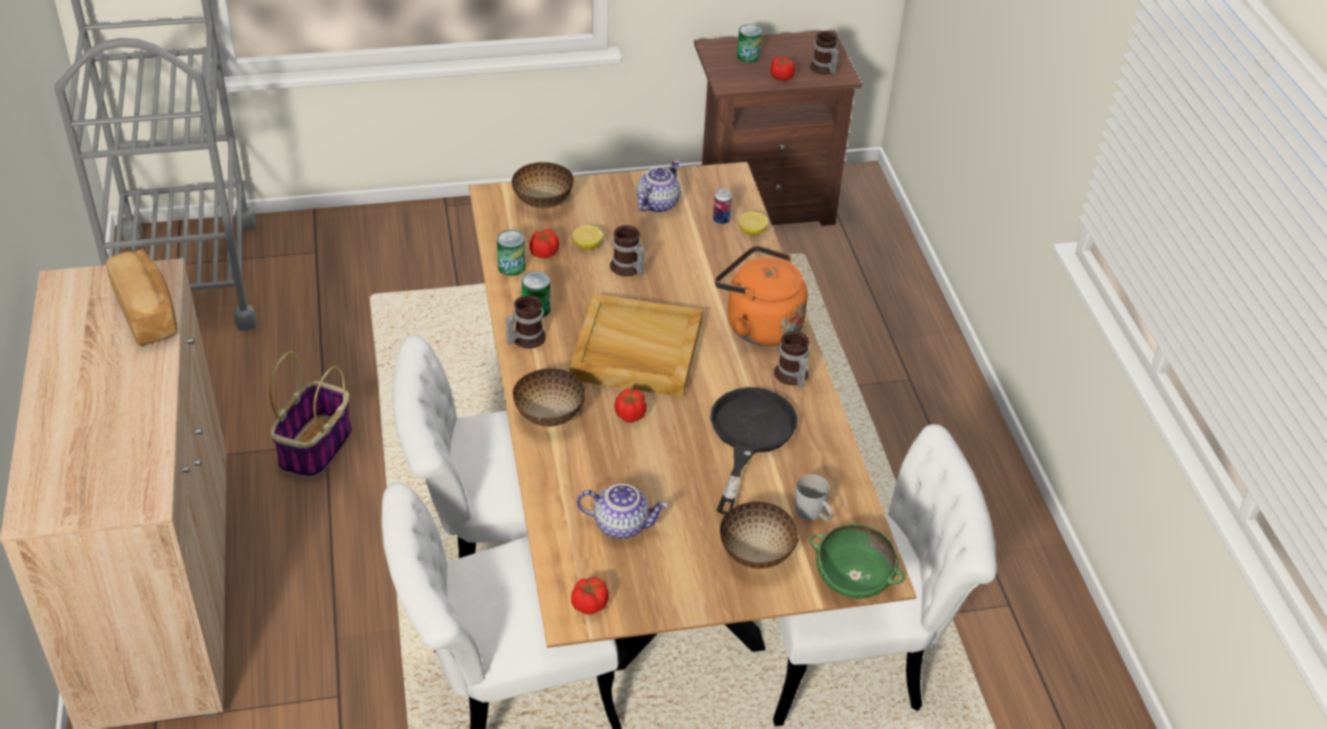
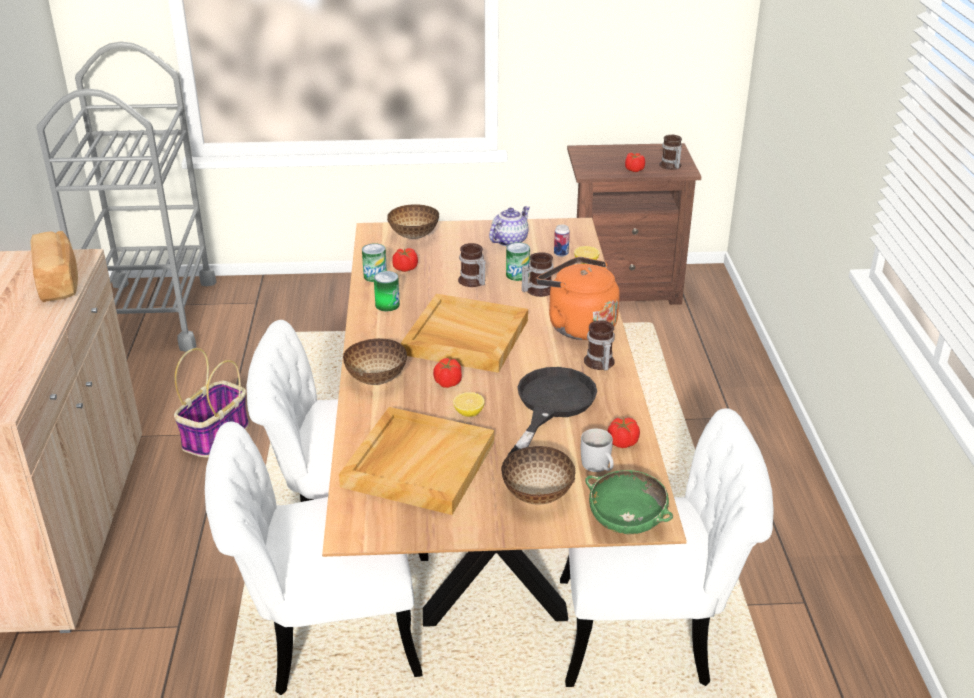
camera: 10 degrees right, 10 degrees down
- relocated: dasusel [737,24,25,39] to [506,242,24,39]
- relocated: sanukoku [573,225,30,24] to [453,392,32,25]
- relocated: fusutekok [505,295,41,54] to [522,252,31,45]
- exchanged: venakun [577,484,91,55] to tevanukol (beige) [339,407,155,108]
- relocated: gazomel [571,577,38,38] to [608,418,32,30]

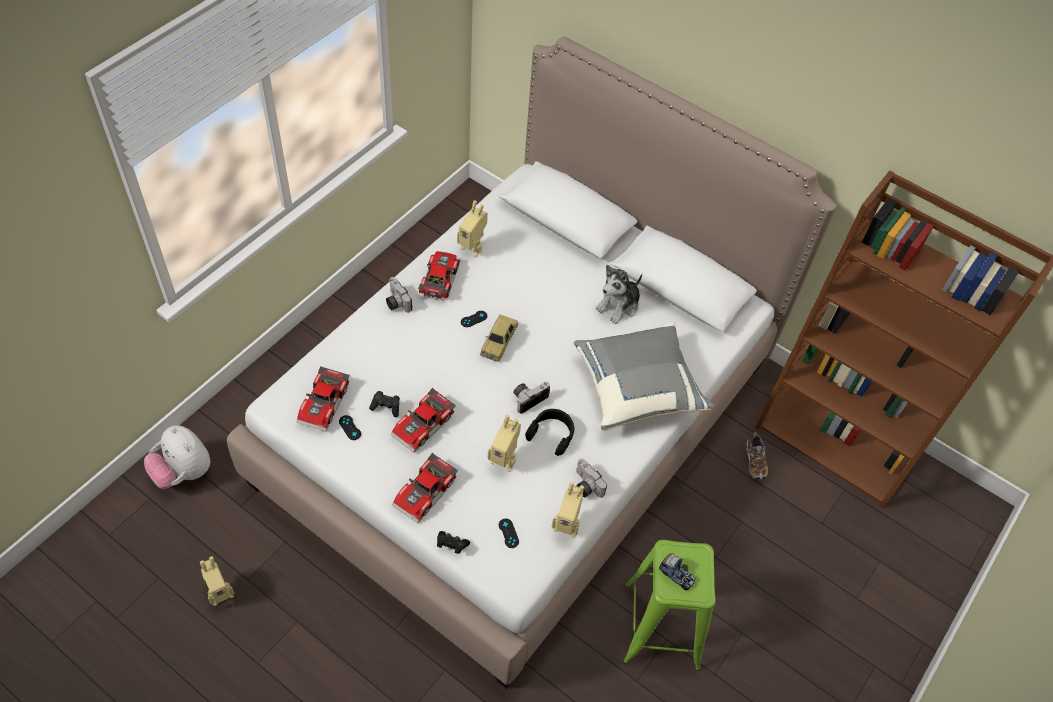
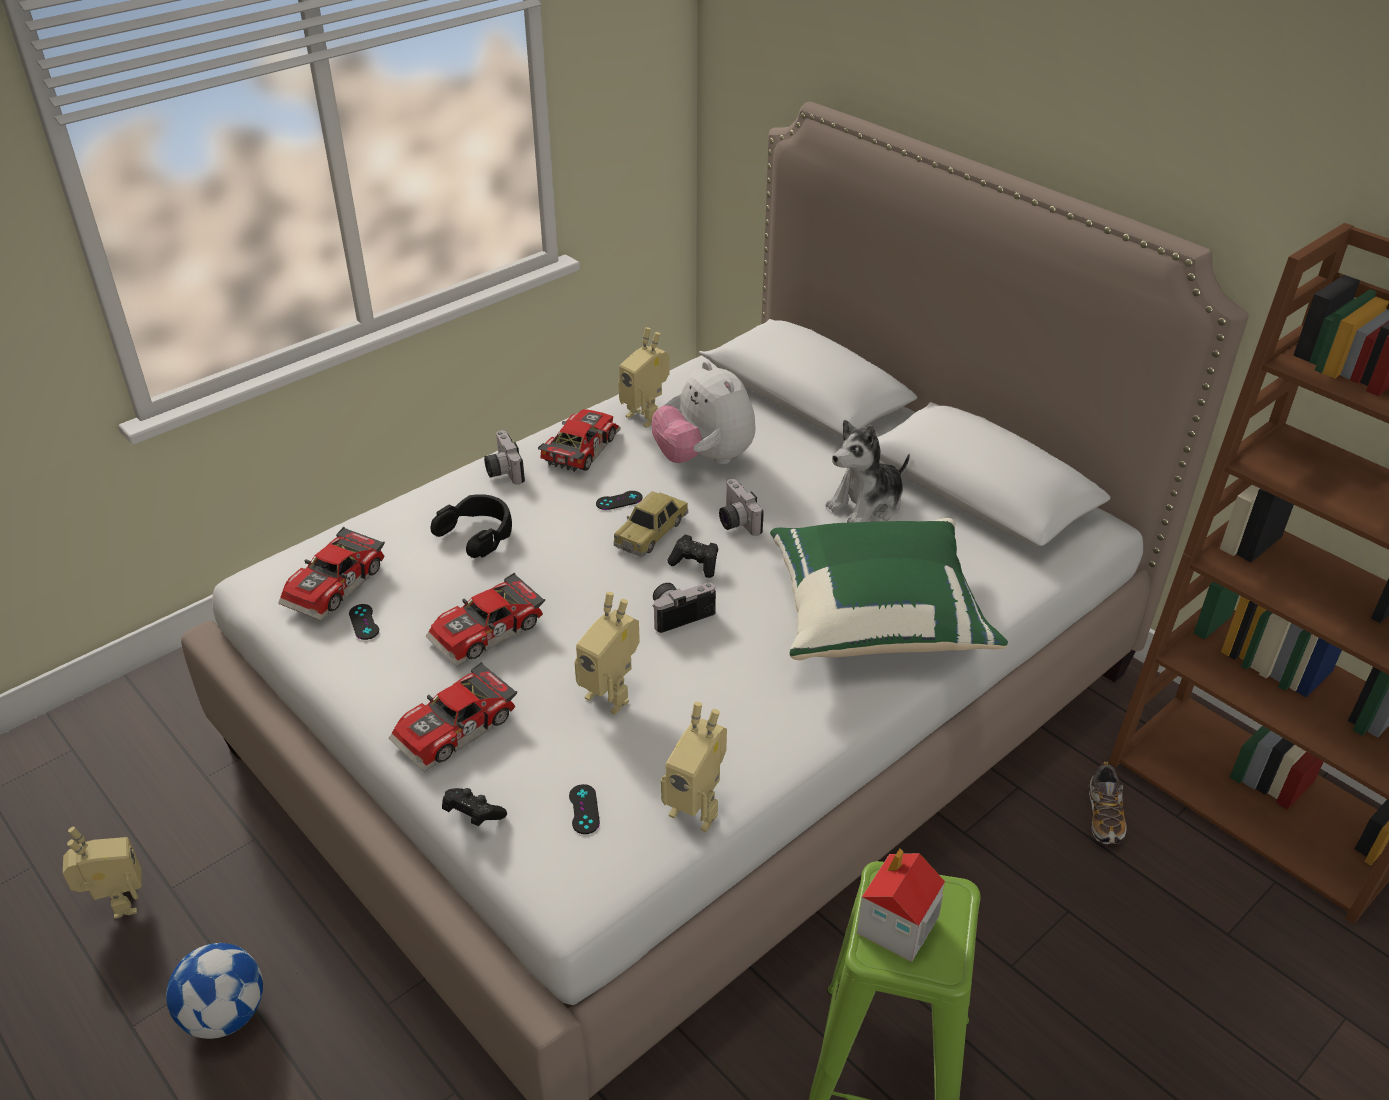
camera: 15 degrees right, 15 degrees down
- colour: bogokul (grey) [574,322,141,109] to bogokul (green) [770,518,238,142]
- relocated: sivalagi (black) [369,391,31,26] to [667,535,51,43]
- relocated: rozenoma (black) [525,409,49,47] to [430,494,82,64]
- relocated: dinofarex [144,425,67,64] to [652,361,104,103]
- relocated: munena [576,459,31,39] to [719,479,45,57]
- exchanged: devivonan [659,553,37,38] to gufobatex [857,849,88,113]
- spun: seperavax [200,556,34,50] = [63,827,79,92] 90 degrees counterclockwise
- appeared: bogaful [166,943,97,96]

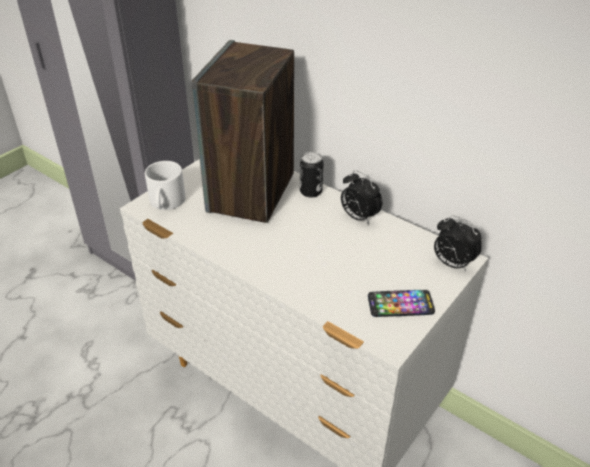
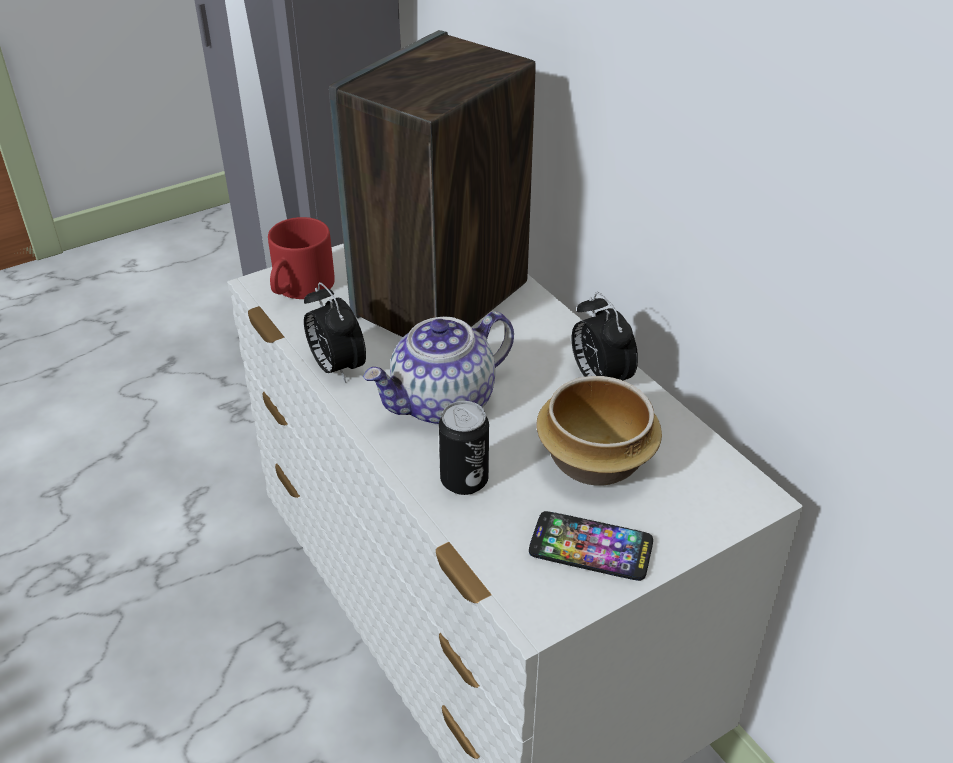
camera: 20 degrees right, 0 degrees up
- relocated: dasusel [300,152,24,46] to [439,401,50,94]
- colour: fusutekok (white) [145,161,41,49] to fusutekok (red) [268,217,67,82]
- relocated: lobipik [434,215,48,56] to [304,282,62,101]
- appeared: venakun [363,311,151,114]
- appeared: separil [537,376,125,110]

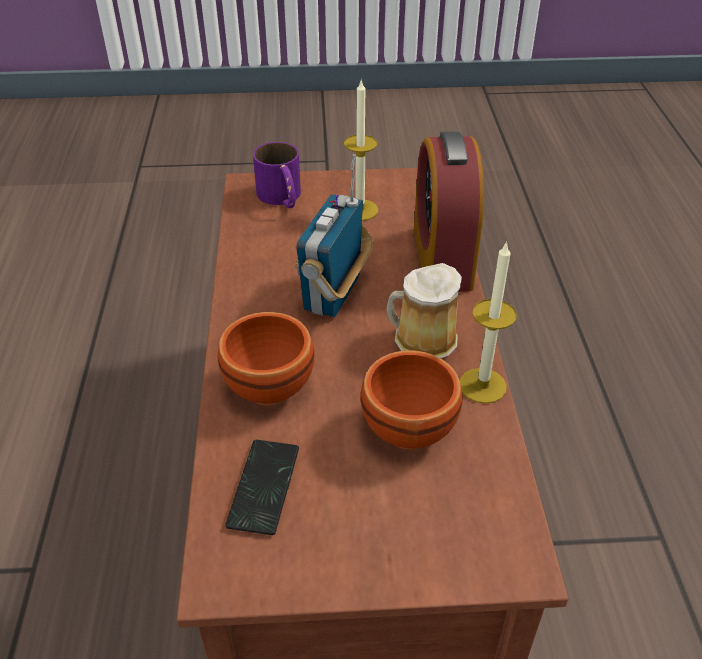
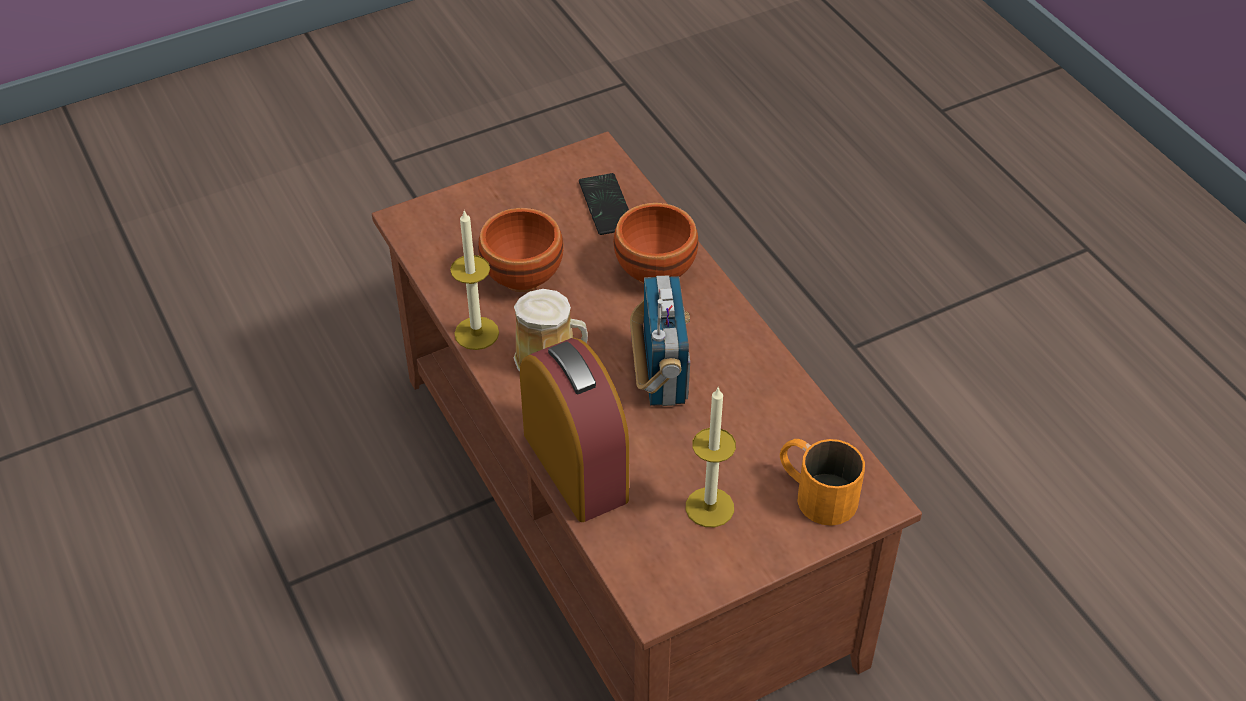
camera: 155 degrees right, 5 degrees up
- colour: fusutekok (purple) [253,142,48,66] to fusutekok (orange) [780,439,85,87]

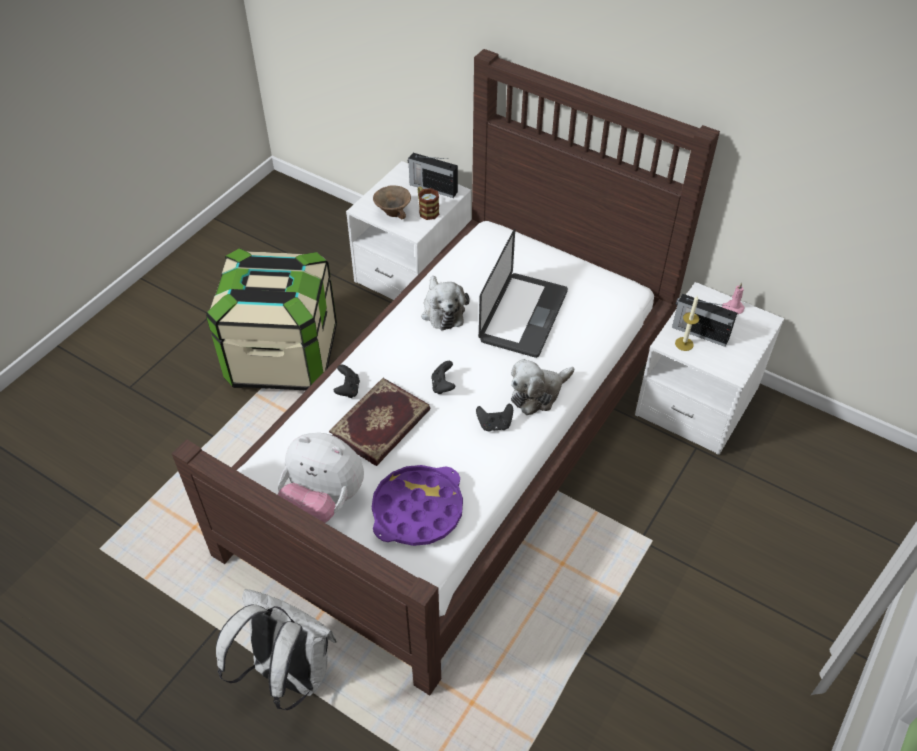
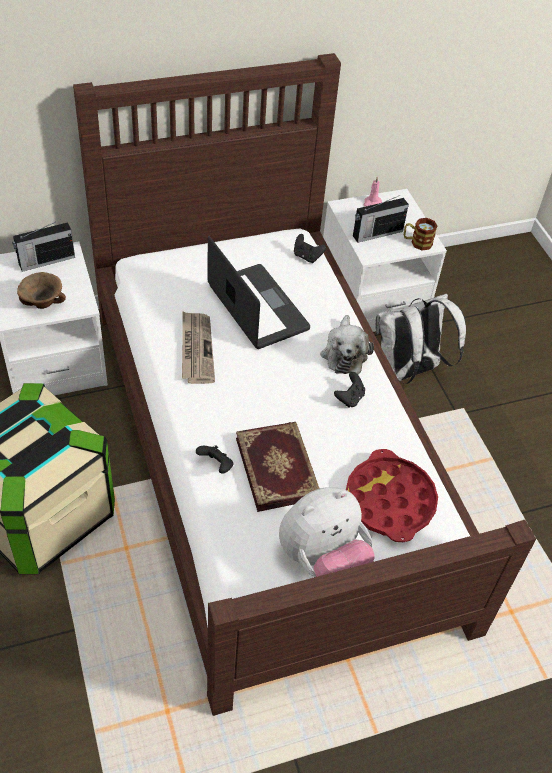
camera: 55 degrees left, 0 degrees up
- relocated: fusutekok [418,187,21,33] to [404,218,33,33]
- exchanged: dinofarex [421,276,49,54] to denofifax [182,312,33,72]
- missing: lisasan [675,296,24,55]
- relocated: sivalagi (black) [431,361,24,33] to [294,234,32,29]
- colour: tevanukol (purple) [372,465,91,81] to tevanukol (red) [346,449,92,93]
- relocated: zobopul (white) [216,589,121,121] to [375,294,91,90]

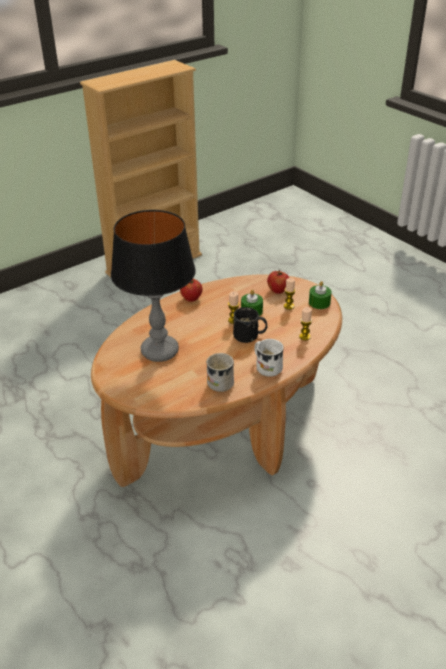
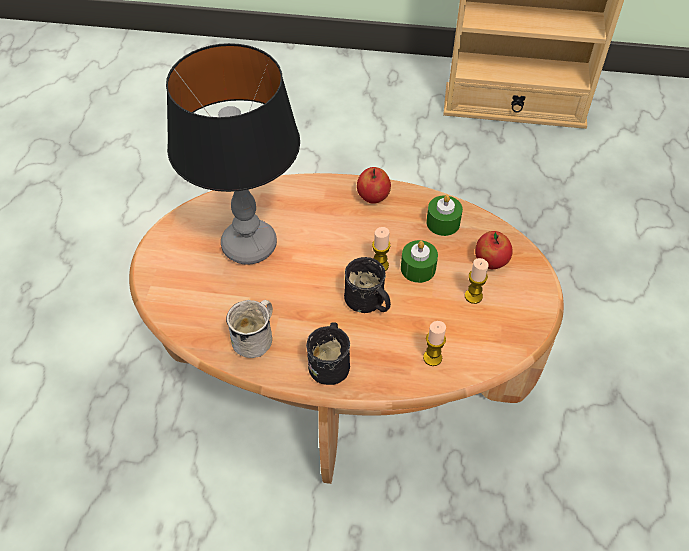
camera: 45 degrees right, 15 degrees up
- relocated: lisasan (green) [309,281,23,28] to [426,195,37,41]
- colour: fusutekok (white) [254,339,30,38] to fusutekok (black) [306,322,44,63]

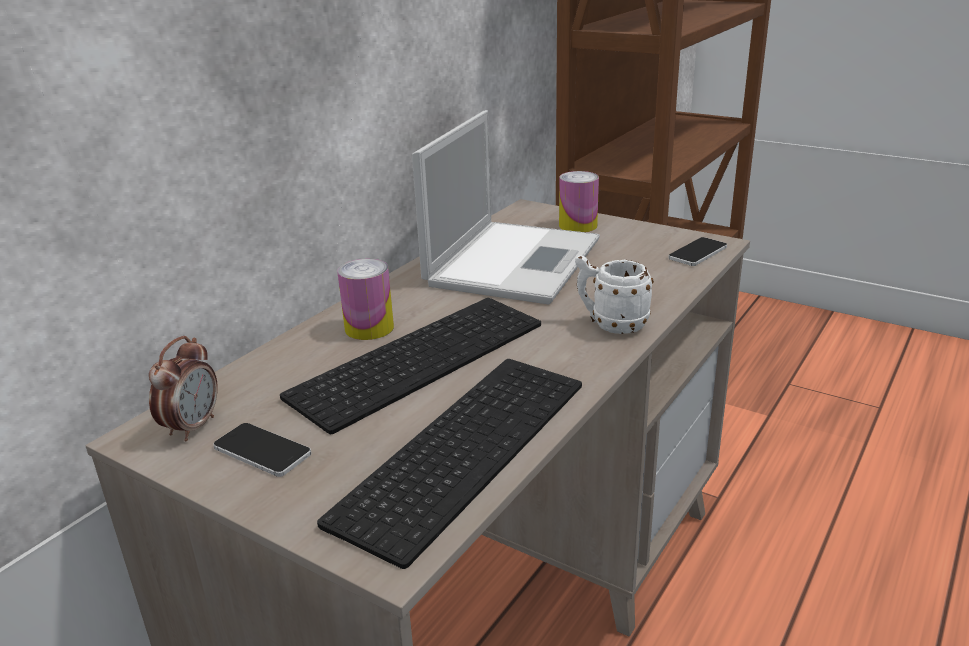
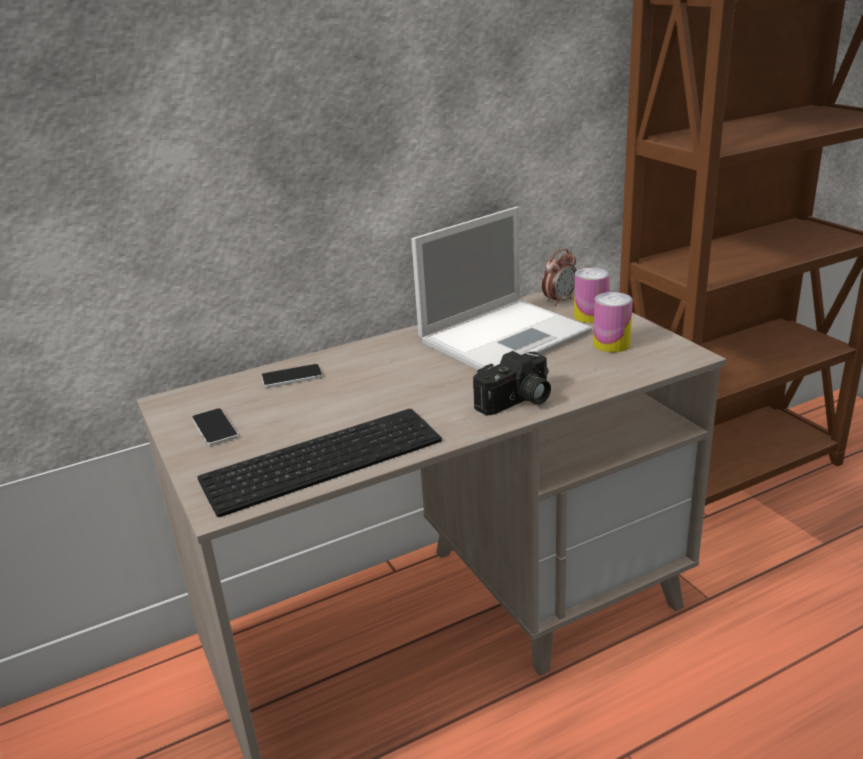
camera: 30 degrees right, 0 degrees up
- relocated: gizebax [668,237,59,29] to [261,364,62,24]
- exchanged: fusutekok (white) [575,255,79,79] to munena [473,351,78,65]
- relocated: dasusel [337,259,57,81] to [593,292,40,60]
- missing: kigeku [280,298,261,136]
- relocated: lobipik [149,336,69,105] to [542,249,35,57]

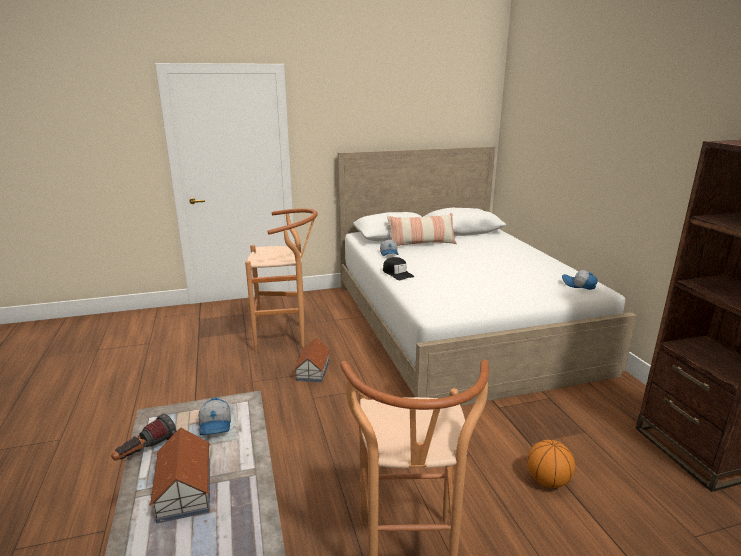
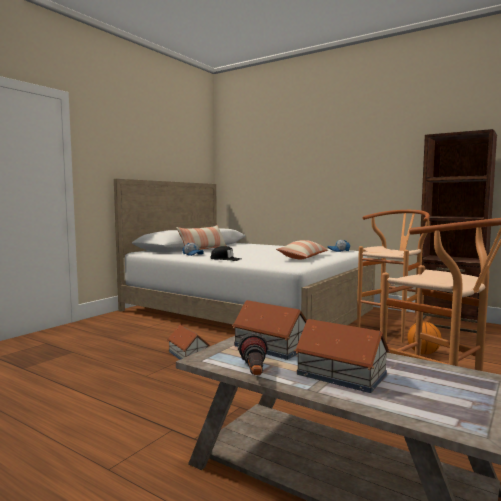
camera: 40 degrees left, 15 degrees down
- relocated: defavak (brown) [245,208,73,144] to [357,210,73,133]
- exchanged: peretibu [198,397,33,38] to gufobatex [232,300,75,60]
- appeared: bogokul [276,240,52,19]

